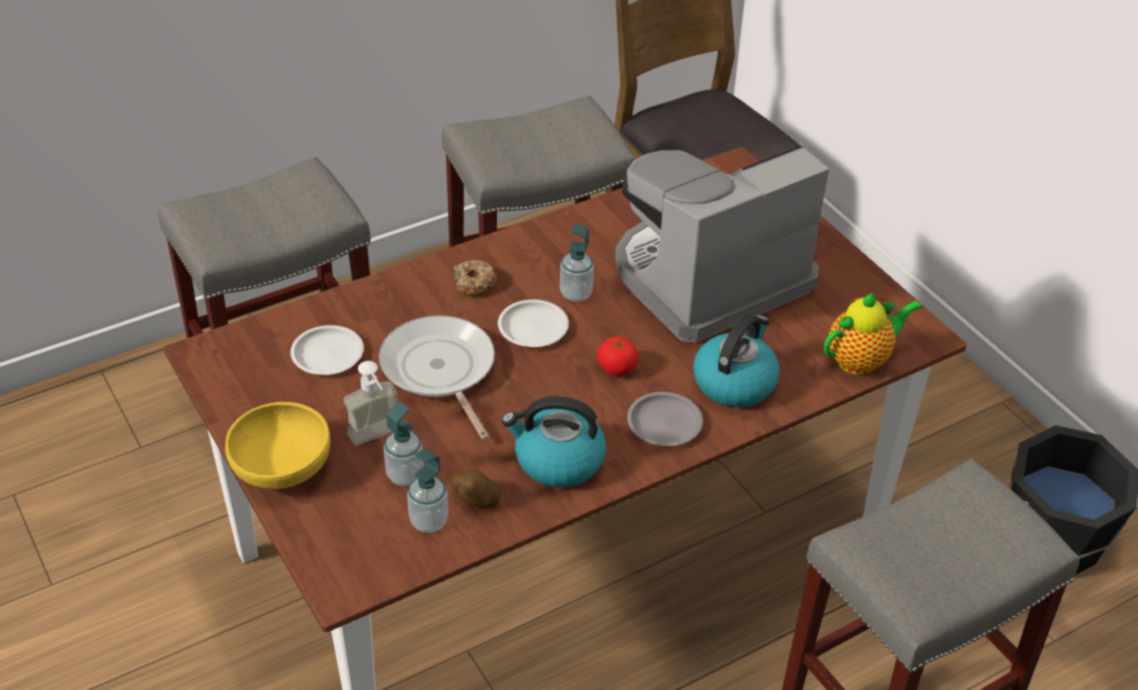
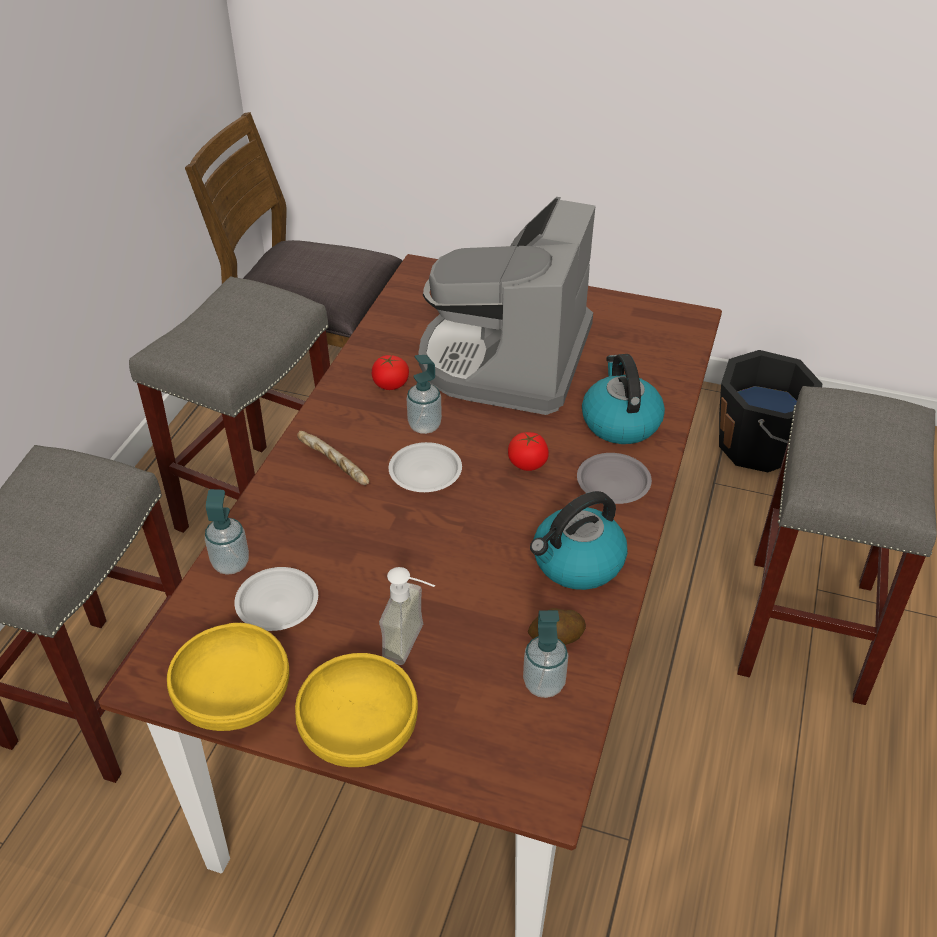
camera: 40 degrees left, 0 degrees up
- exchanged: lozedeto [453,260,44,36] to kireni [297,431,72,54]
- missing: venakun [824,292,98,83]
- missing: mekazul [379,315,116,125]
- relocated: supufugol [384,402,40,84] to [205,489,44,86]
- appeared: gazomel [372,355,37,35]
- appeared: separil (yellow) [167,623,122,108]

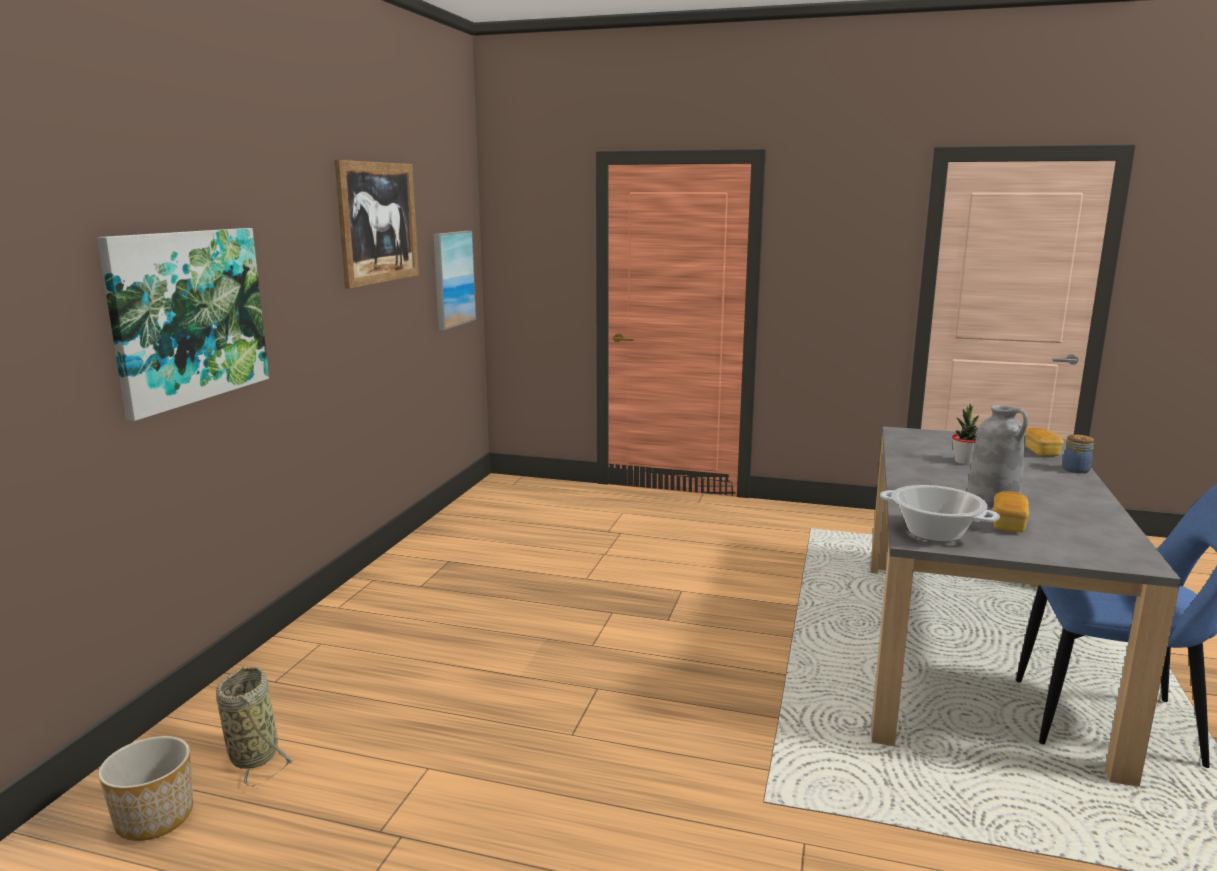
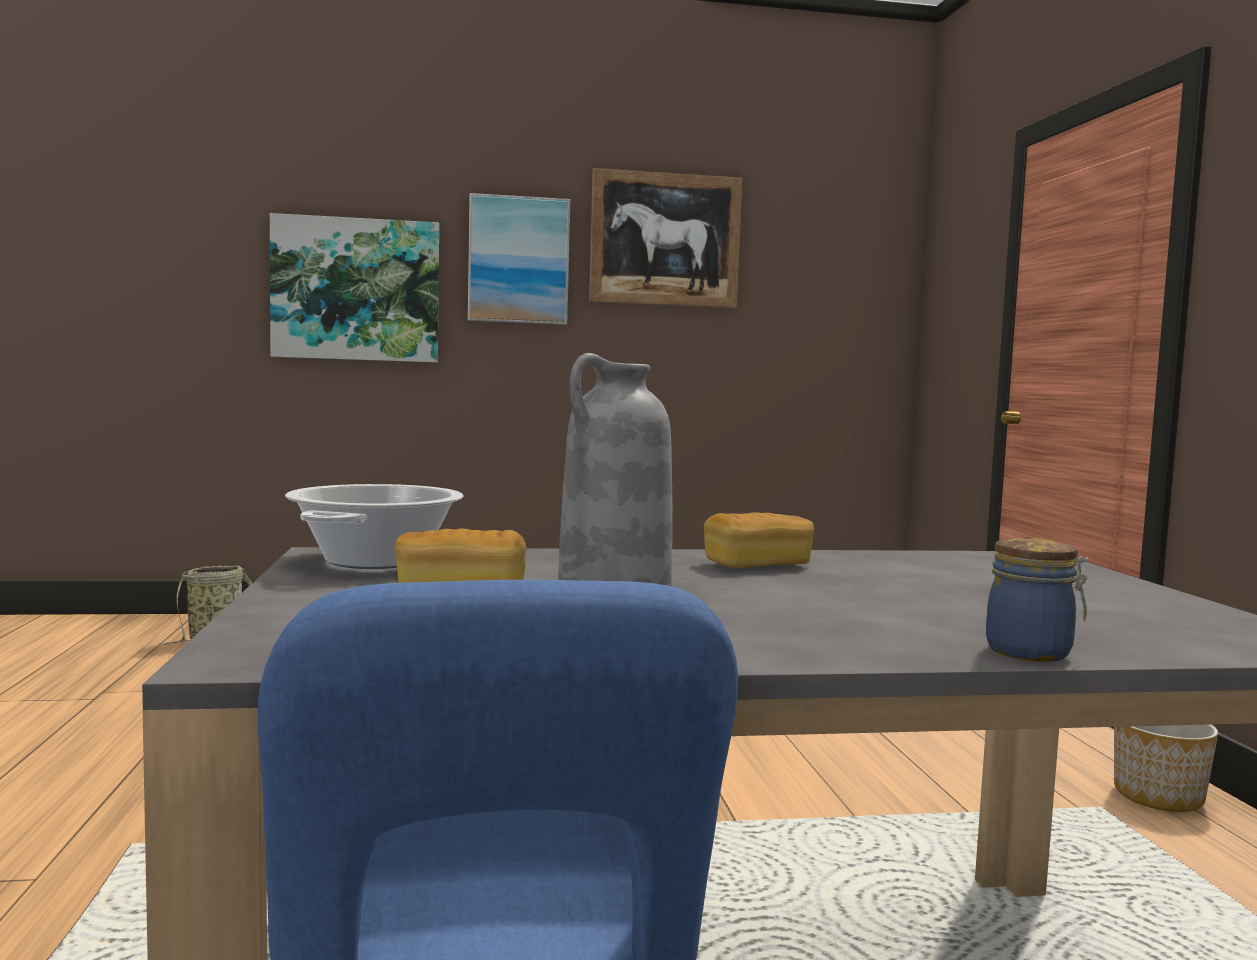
camera: 65 degrees right, 10 degrees down
- relocated: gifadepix [434,231,42,99] to [468,193,102,132]
- missing: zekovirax [952,404,27,61]
- relocated: kireni [1025,428,39,28] to [704,512,110,56]
- relocated: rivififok [98,736,95,105] to [1114,724,104,88]

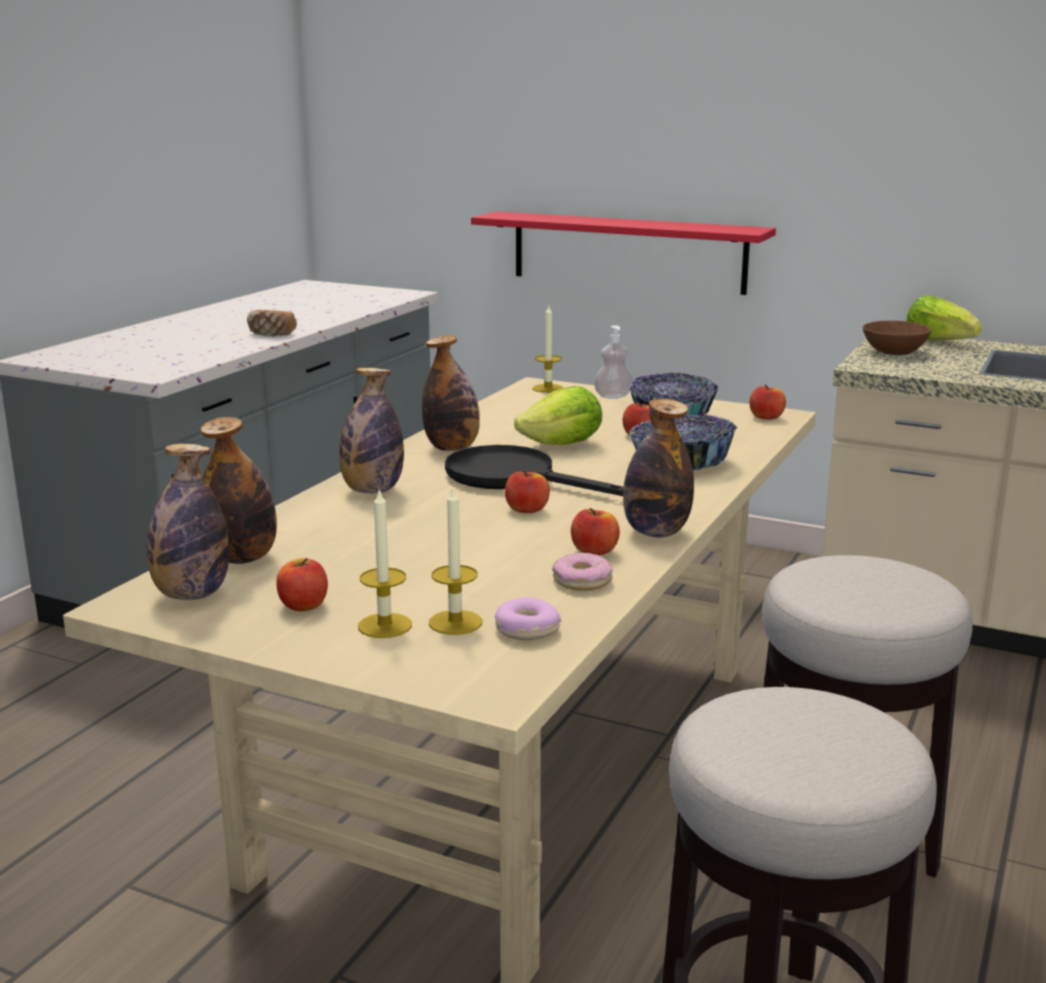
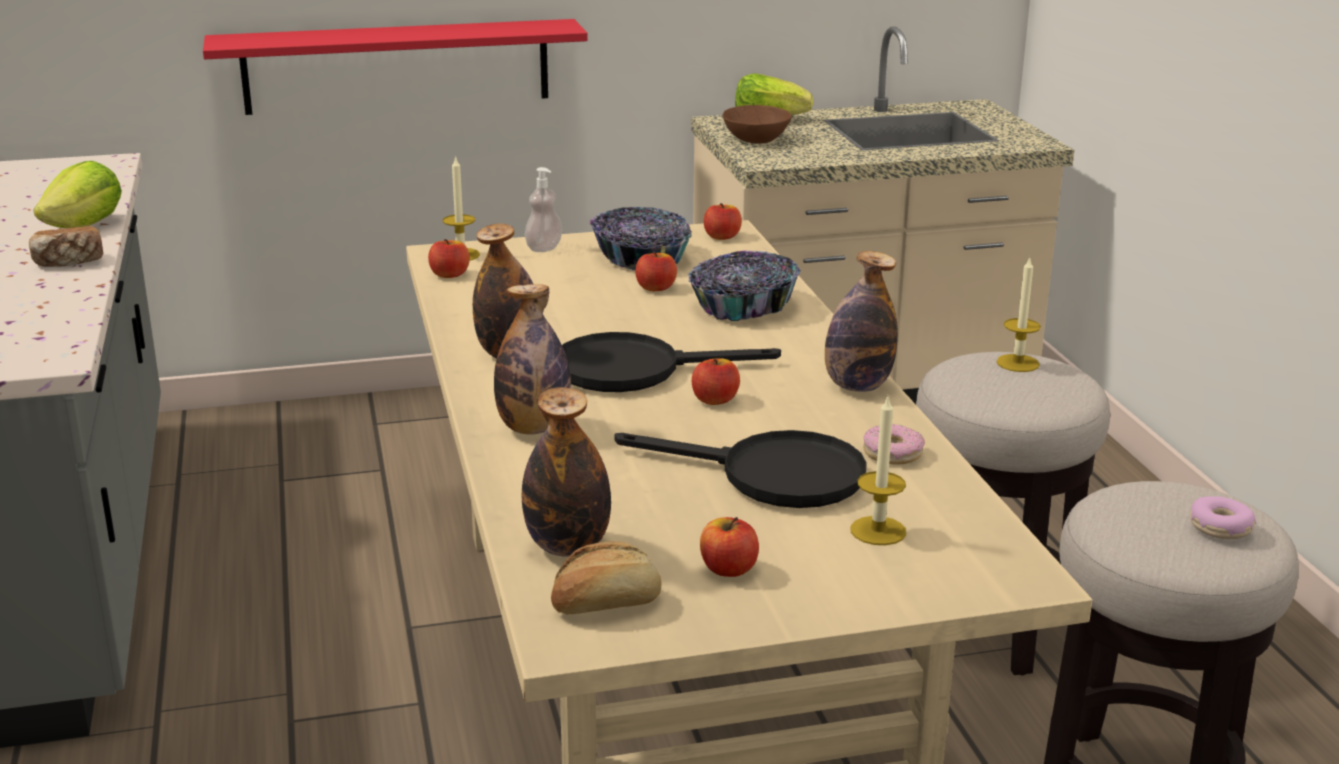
camera: 40 degrees left, 5 degrees up
- relocated: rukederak [514,386,88,59] to [33,161,89,67]
- exchanged: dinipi [147,444,82,156] to kireni [551,541,110,73]
- relocated: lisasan [358,488,54,150] to [997,256,44,116]
- relocated: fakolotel [571,508,49,47] to [428,239,42,39]
- relocated: lozedeto [495,597,66,43] to [1190,496,66,43]
- appeared: mekazul (black) [614,430,253,78]

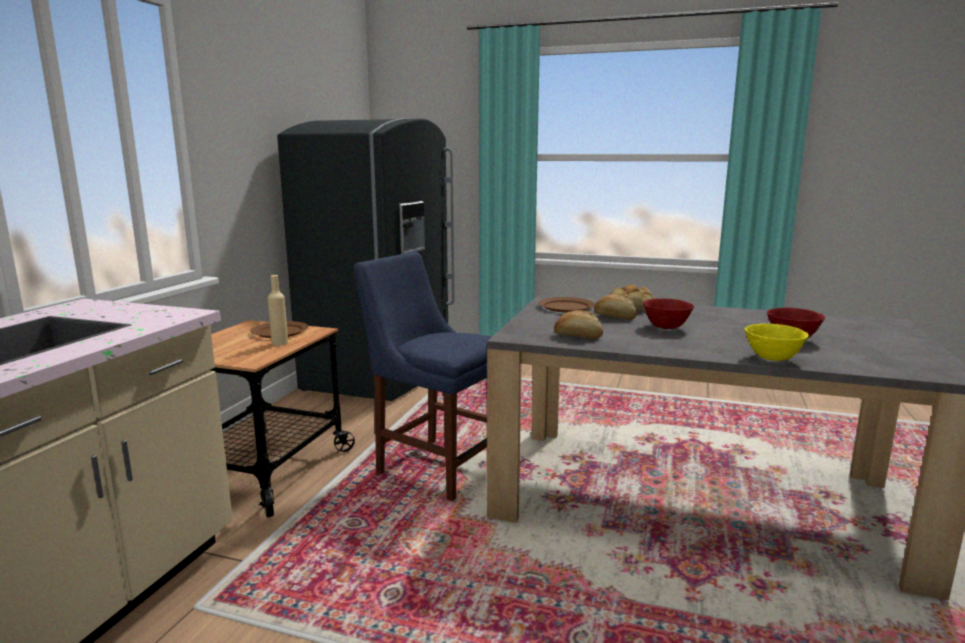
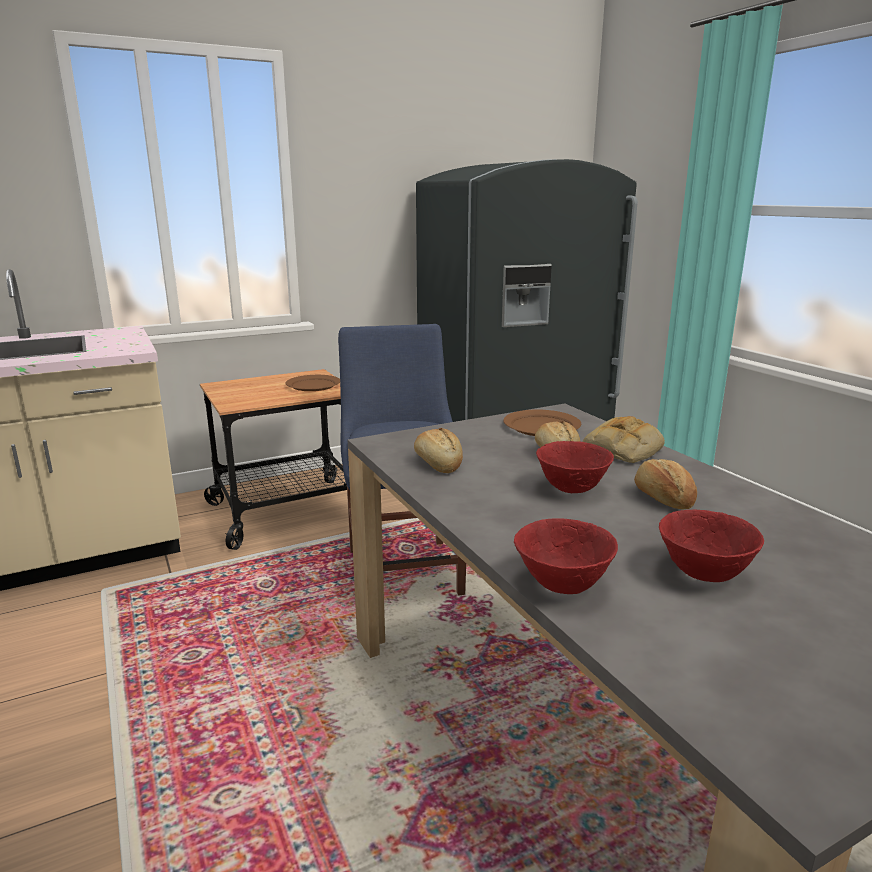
camera: 45 degrees right, 5 degrees up
- missing: dinipi (beige) [268,275,20,71]
- colour: separil (yellow) [744,324,65,37] to separil (red) [514,518,104,76]
- appeared: kireni [634,459,63,50]

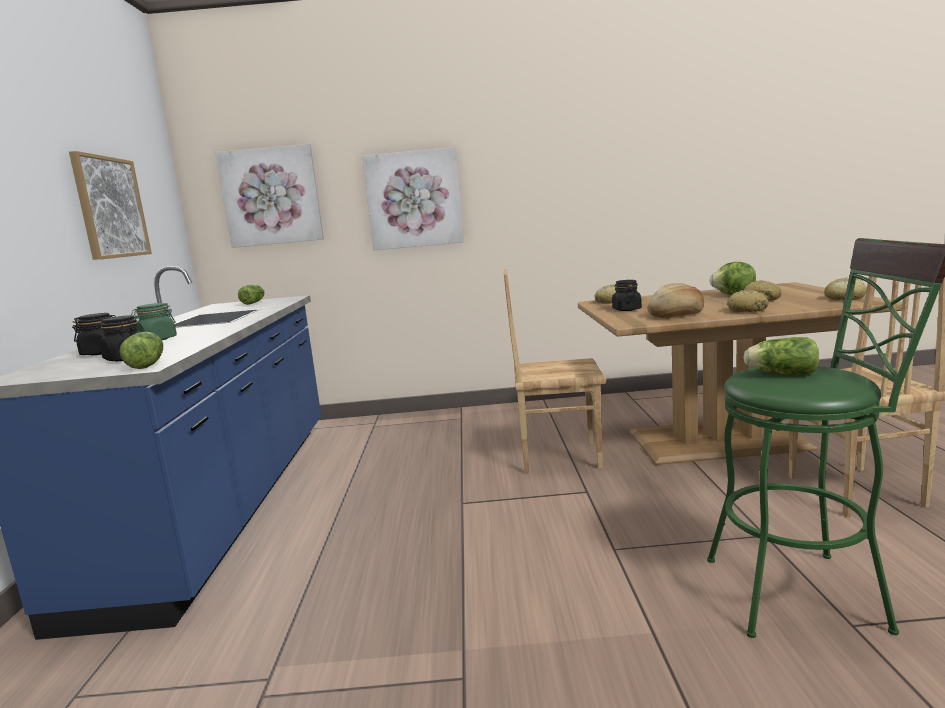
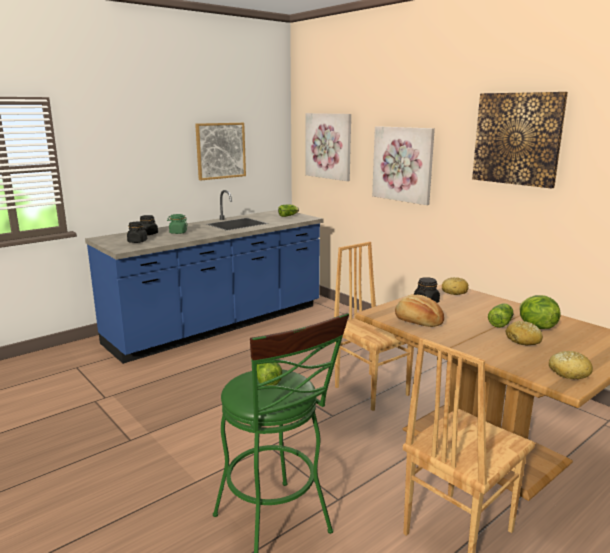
camera: 50 degrees right, 5 degrees up
- missing: kireni [727,290,41,22]
- relocated: rukederak [119,332,44,37] to [488,303,26,25]
- appeared: gifadepix [472,92,96,96]

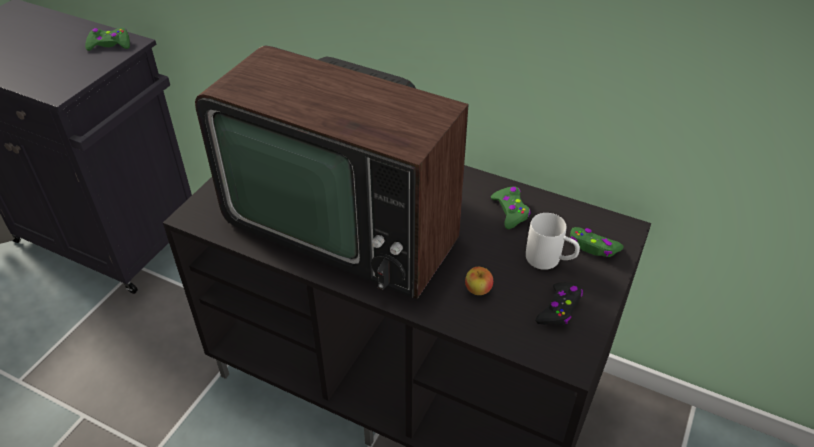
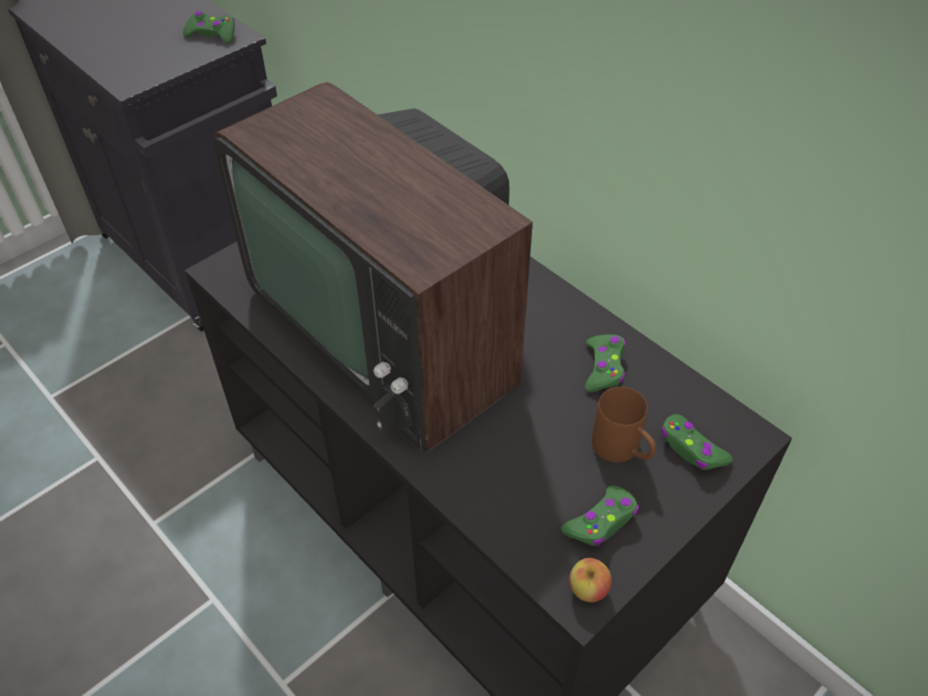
camera: 20 degrees right, 5 degrees up
- colour: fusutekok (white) [526,213,54,57] to fusutekok (brown) [592,387,64,76]
- relocated: fakolotel [465,267,28,28] to [569,558,42,44]
- colour: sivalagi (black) [536,282,47,43] to sivalagi (green) [561,485,78,61]

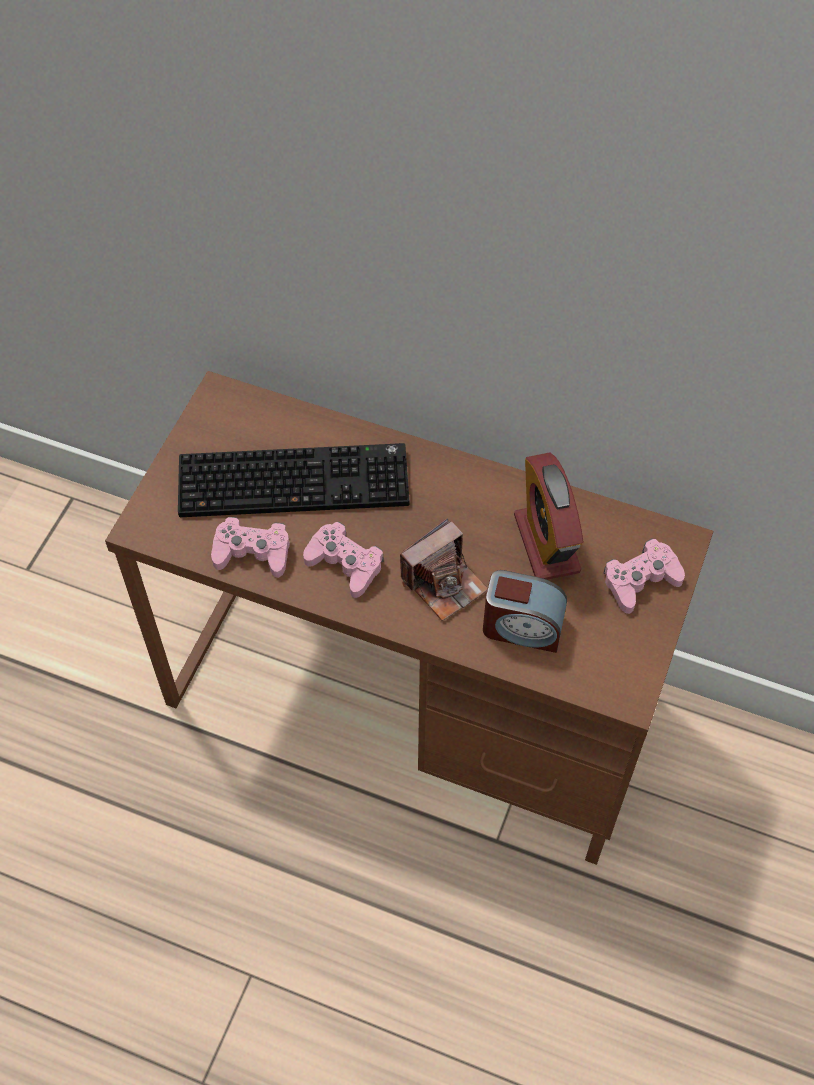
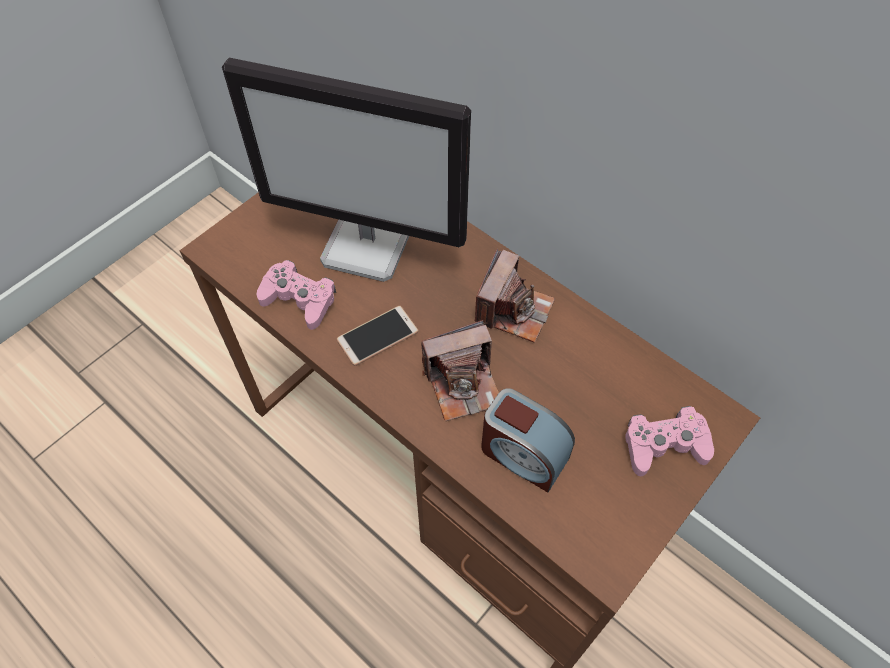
camera: 20 degrees right, 0 degrees up
- exchanged: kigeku [178,443,231,74] to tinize [222,58,249,224]
- missing: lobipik [514,453,70,127]
- exchanged: sivalagi (pink) [303,522,81,76] to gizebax [336,306,83,60]
- appeared: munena [475,248,80,95]

